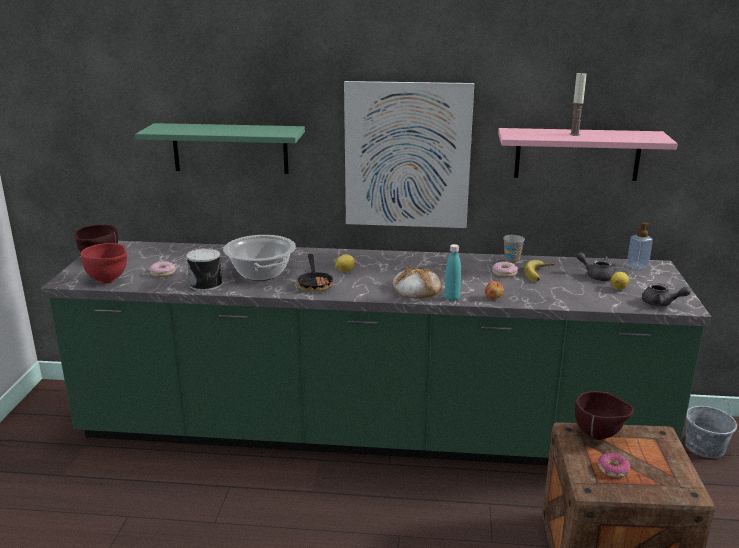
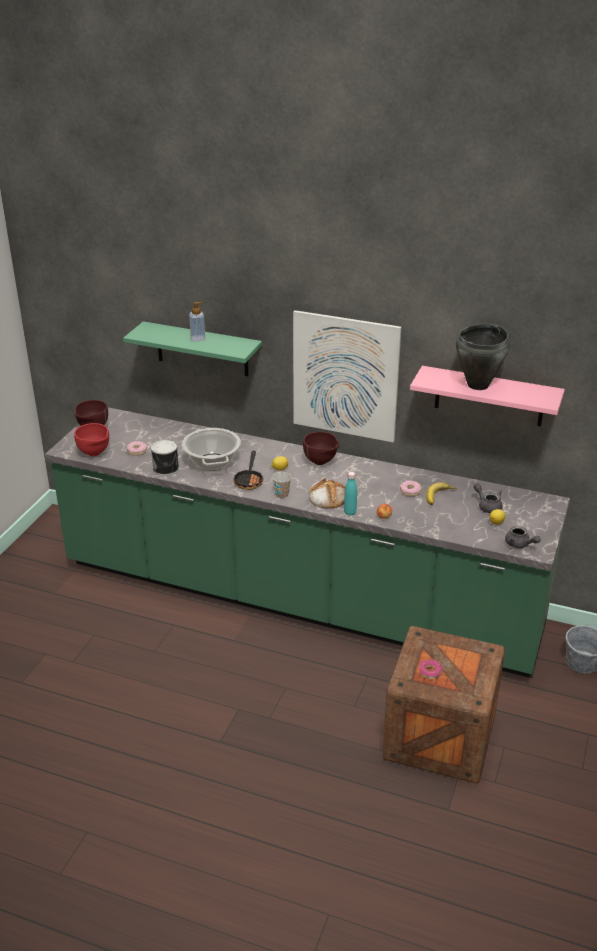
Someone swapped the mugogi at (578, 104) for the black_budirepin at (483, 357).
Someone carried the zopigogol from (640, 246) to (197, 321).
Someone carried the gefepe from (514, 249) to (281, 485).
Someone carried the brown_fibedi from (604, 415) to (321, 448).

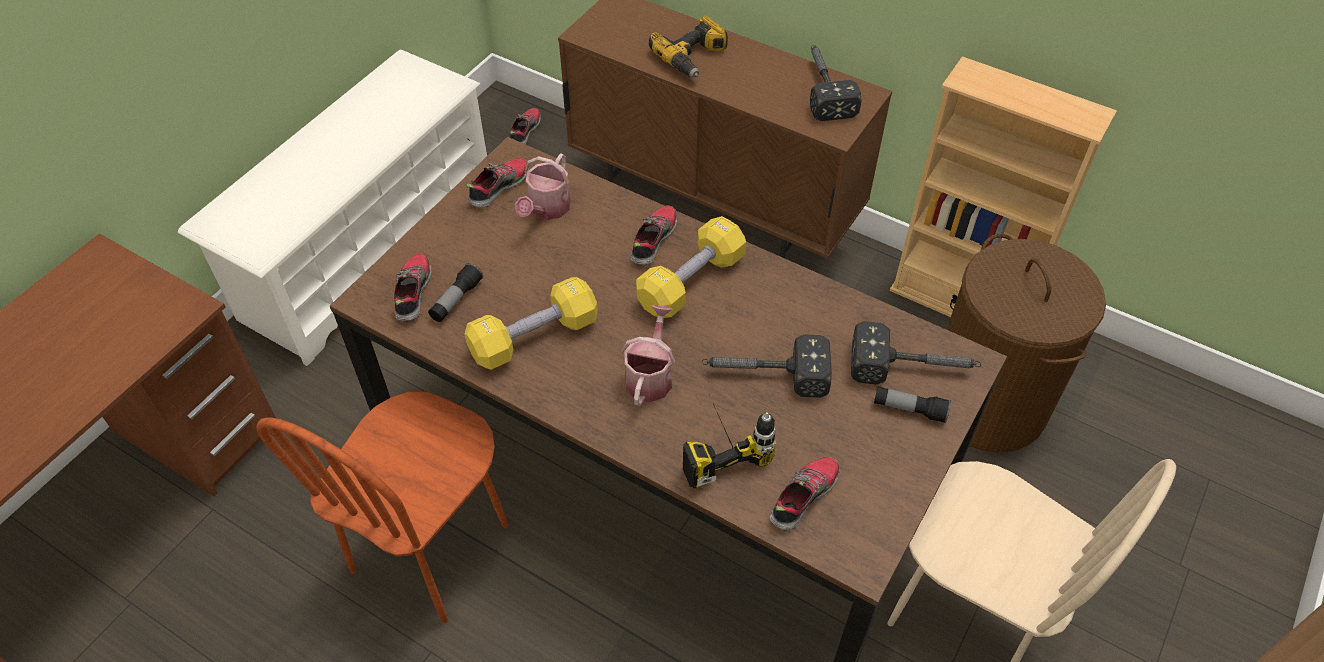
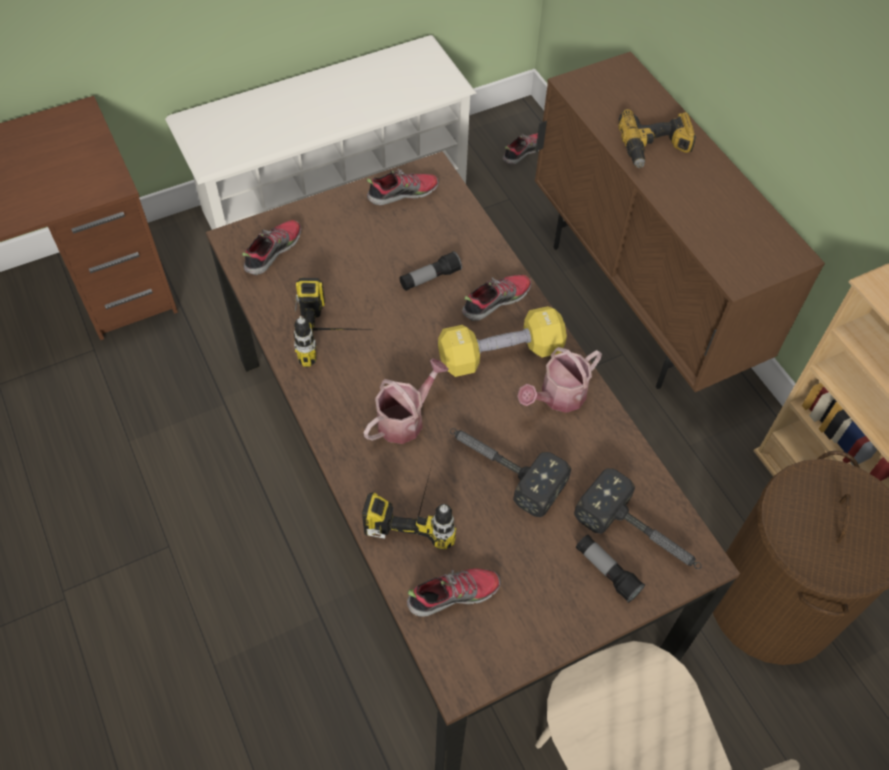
Someone took away the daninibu at (836, 83).
Someone carried the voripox from (543, 186) to (559, 380).
Someone carried the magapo from (455, 292) to (431, 271).
Someone swapped the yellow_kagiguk at (531, 323) for the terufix at (329, 323).
Someone took away the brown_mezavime at (382, 507).

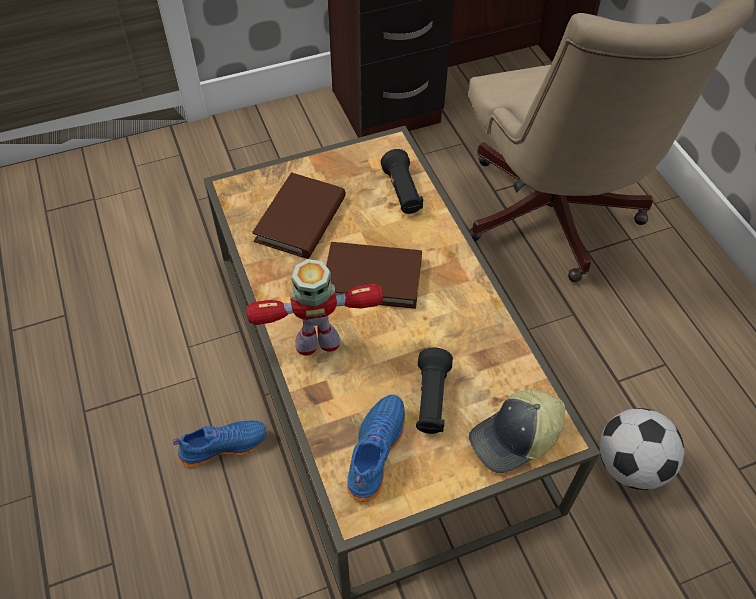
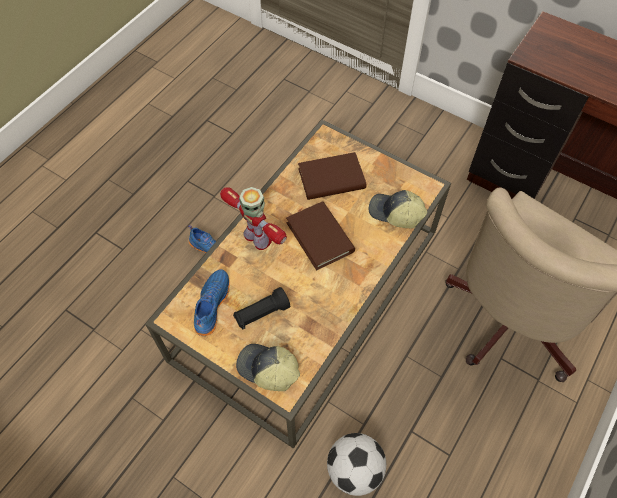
Someone swapped the black_magapo at (402, 181) for the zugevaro at (398, 209).
Someone rotated the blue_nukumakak at (376, 448) by 60 degrees counterclockwise.

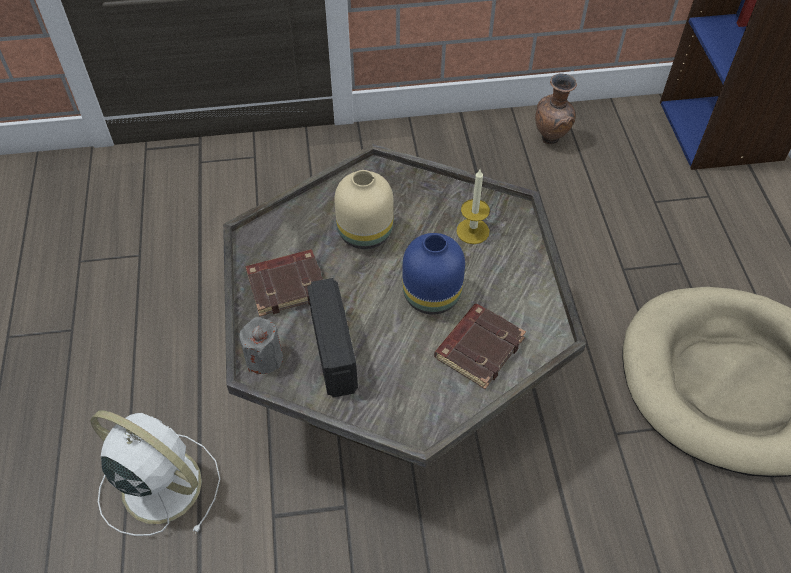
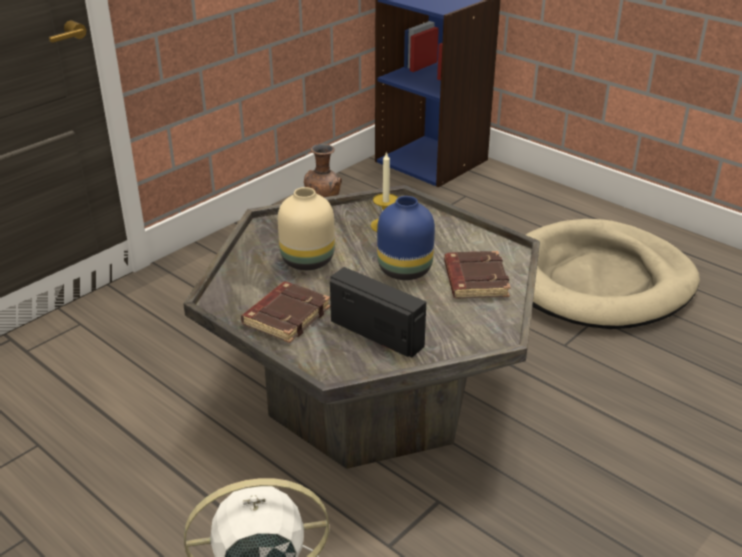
Someone took away the grey_mugogi at (261, 345).

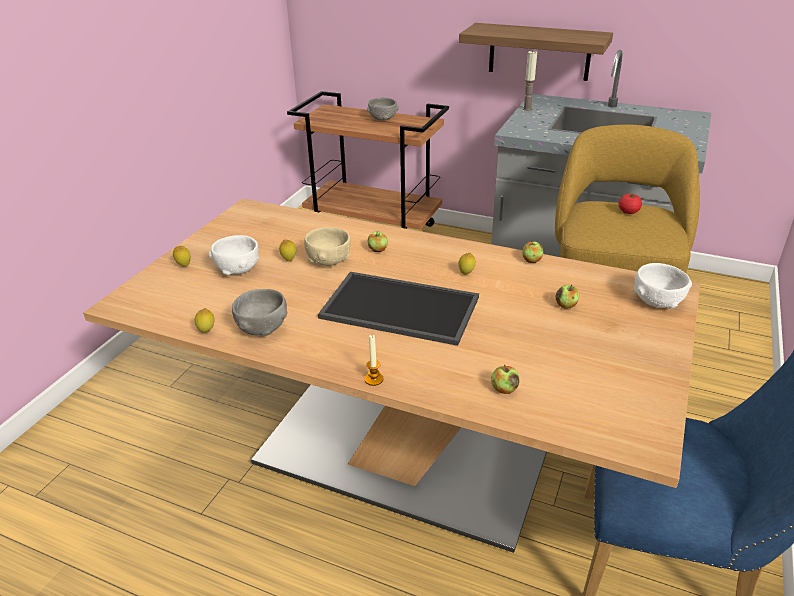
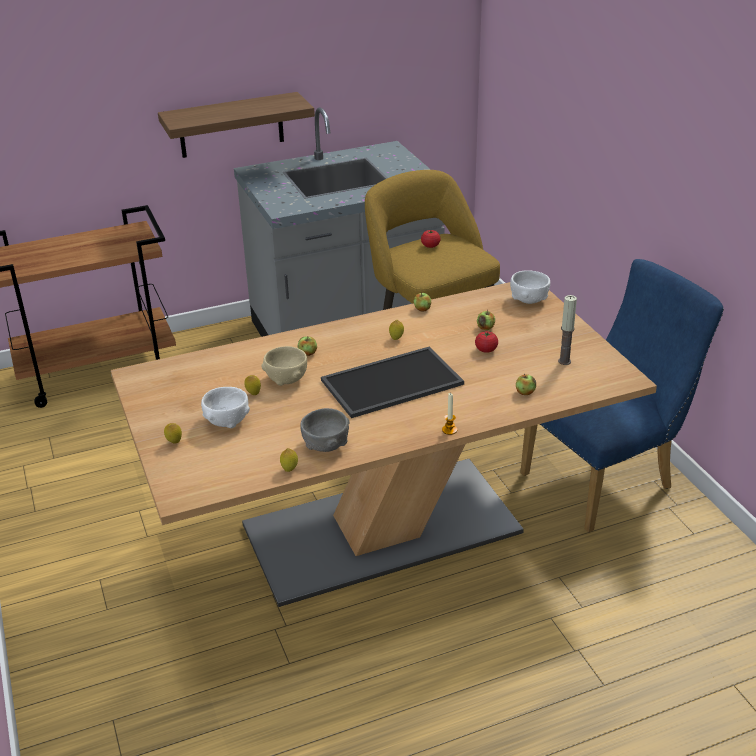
Someone carried the mugogi from (530, 81) to (567, 330).
Someone took away the grey_fibedi at (383, 109).
Someone put down the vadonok at (486, 342).

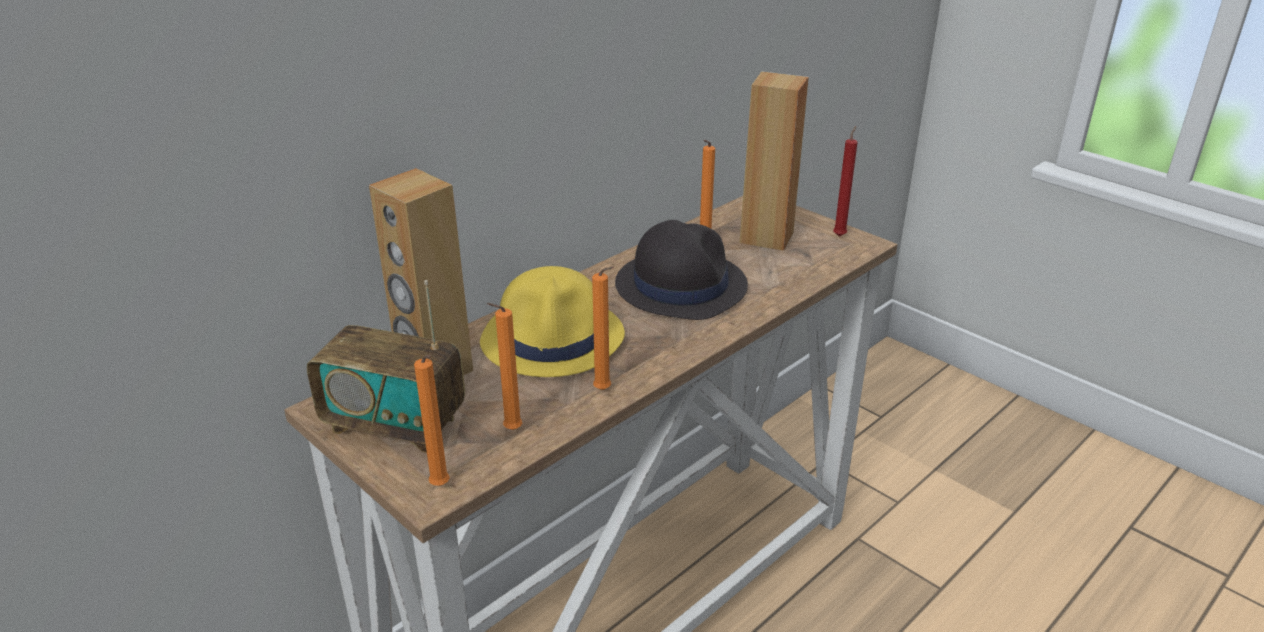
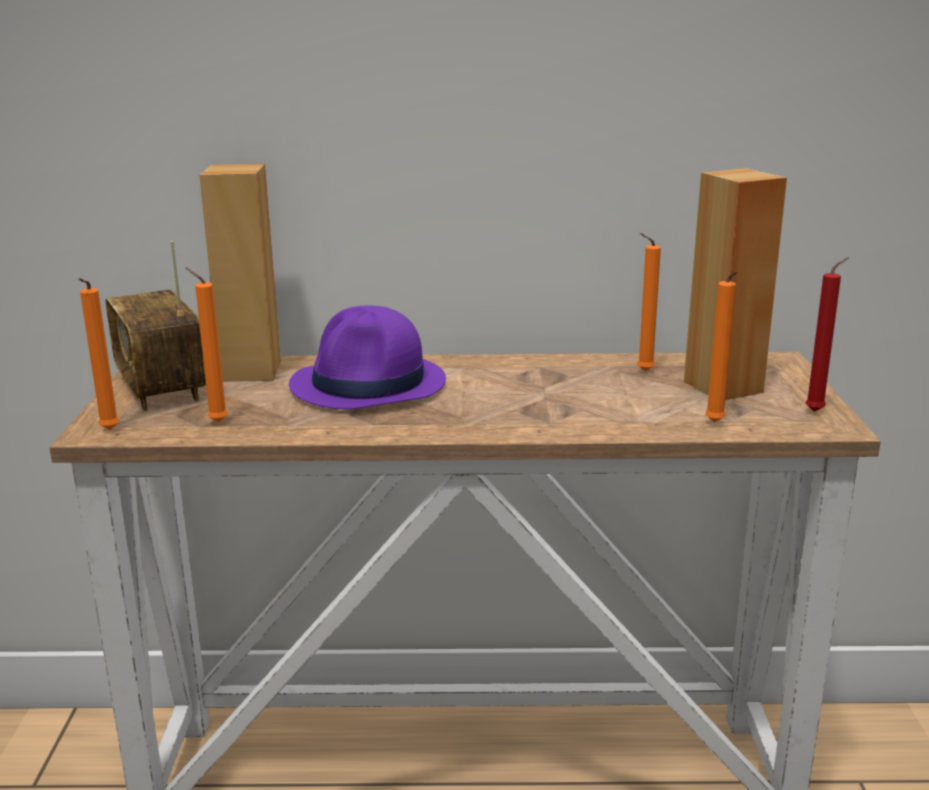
Someone took away the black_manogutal at (681, 270).
Someone repainted the yellow_manogutal at (552, 321), which became the purple_manogutal at (367, 357).
Someone carried the orange_mugogi from (603, 328) to (721, 347).

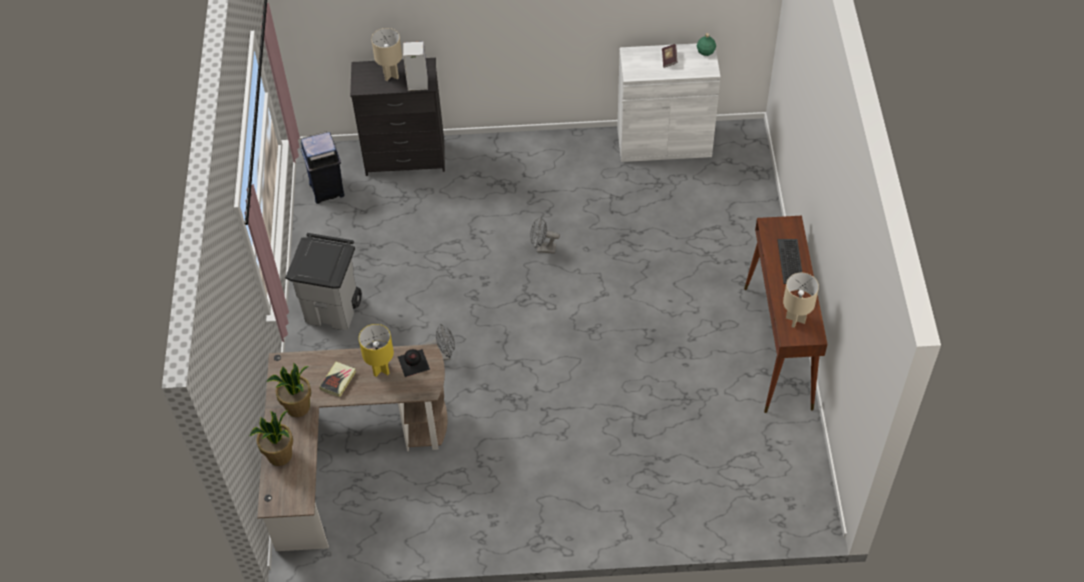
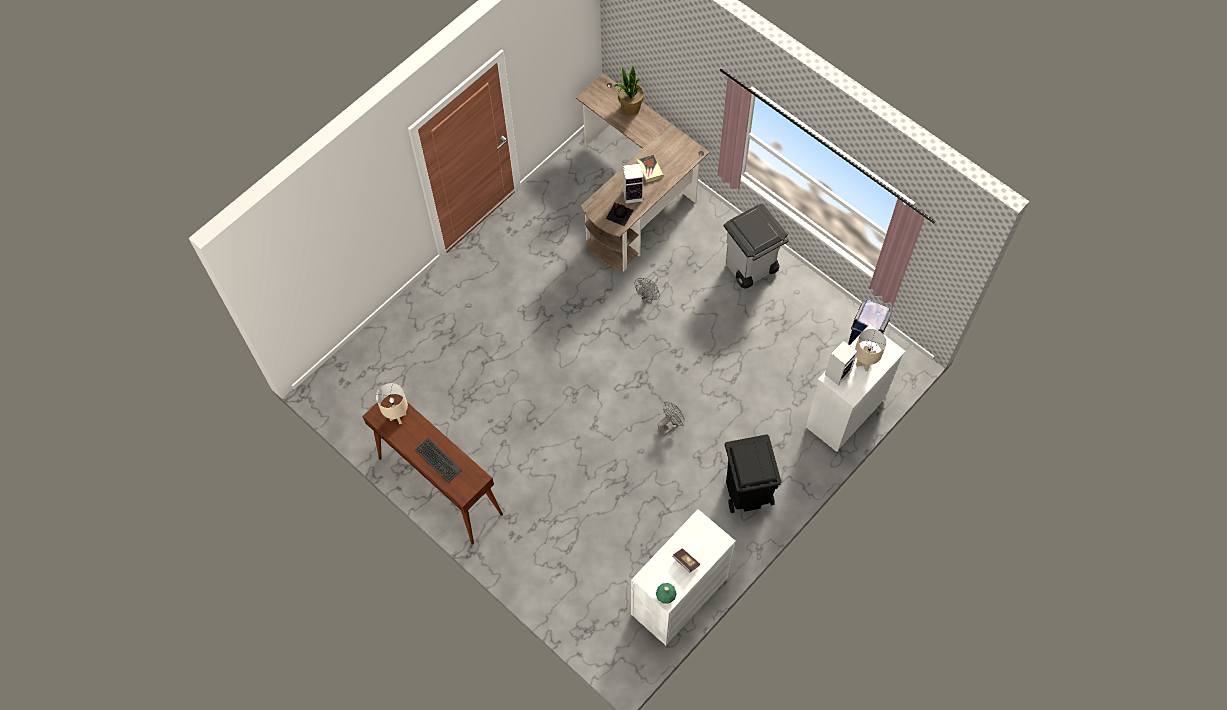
Someone repainted the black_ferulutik at (397, 117), which became the white_ferulutik at (856, 388).
Someone swapped the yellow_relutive at (376, 350) for the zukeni at (633, 183).
Someone took away the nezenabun at (288, 389).
Someone put down the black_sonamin at (753, 473).

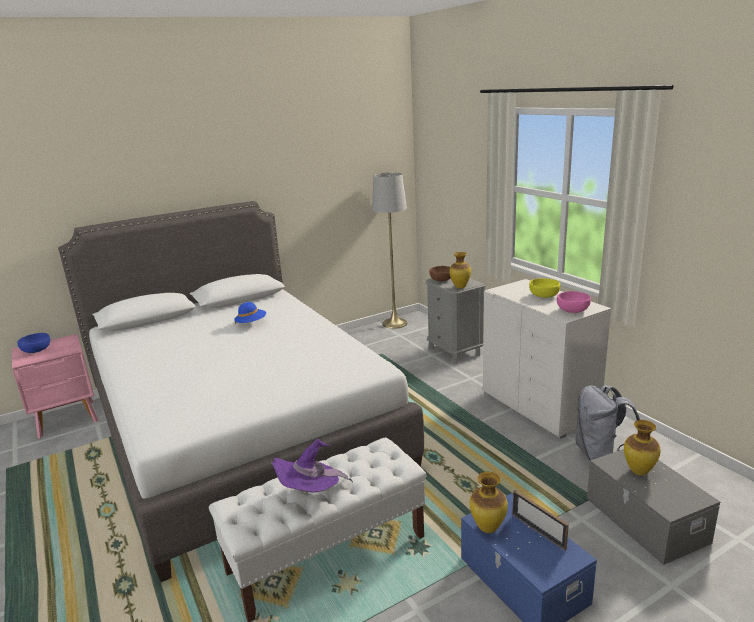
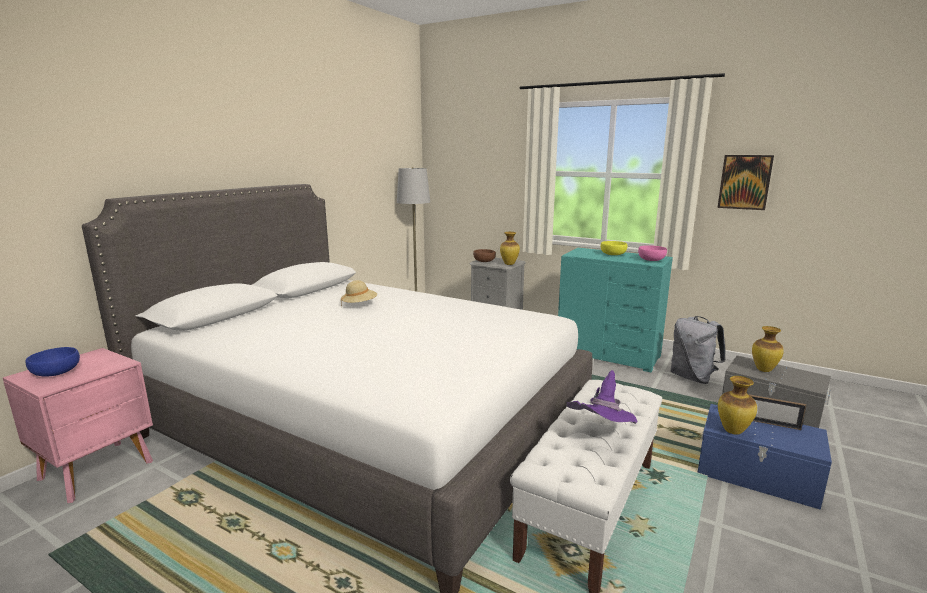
Someone repainted the white_ferulutik at (547, 359), which became the turquoise_ferulutik at (615, 310).
Someone repainted the blue_manogutal at (250, 313), which became the beige_manogutal at (359, 293).
Someone put up the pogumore at (745, 182).

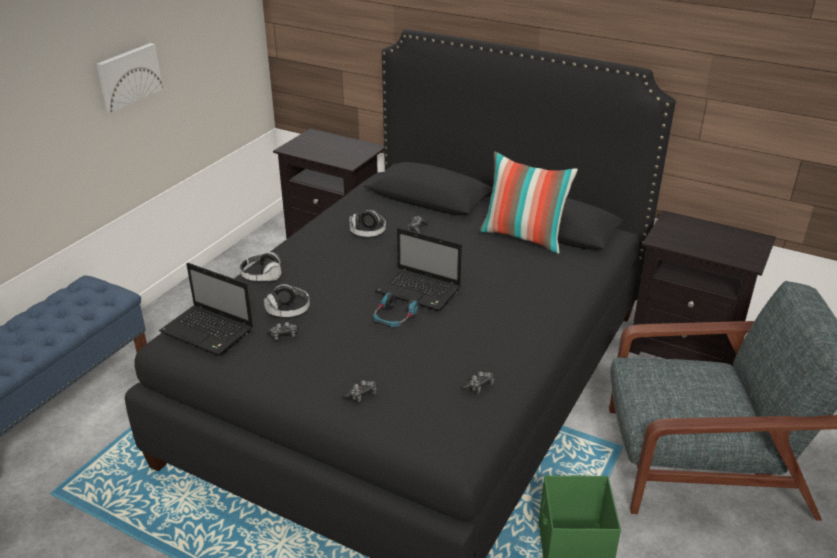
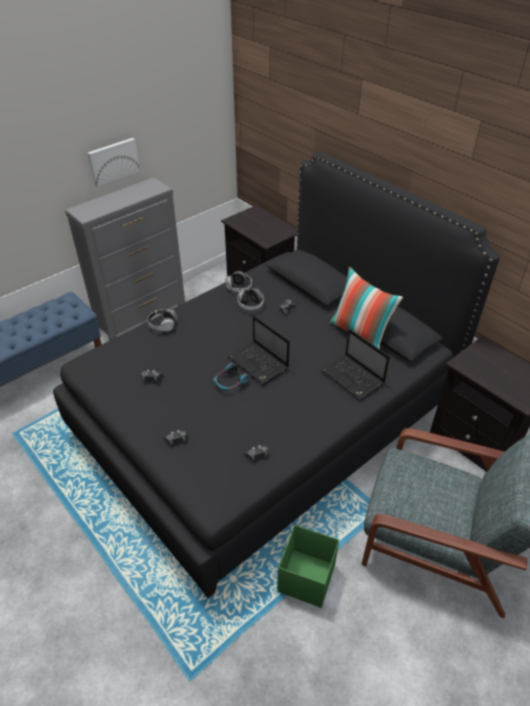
Someone carried the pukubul from (206, 309) to (355, 364).
Someone carried the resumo from (287, 300) to (238, 281).
Someone put down the grey_ferulutik at (125, 259).

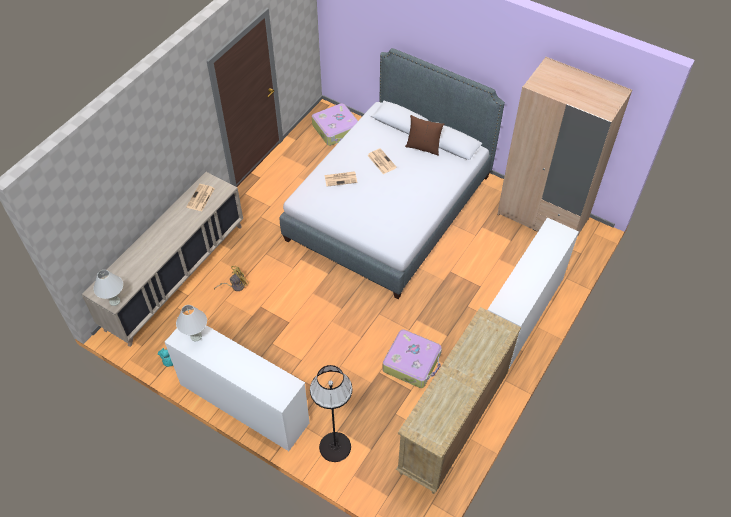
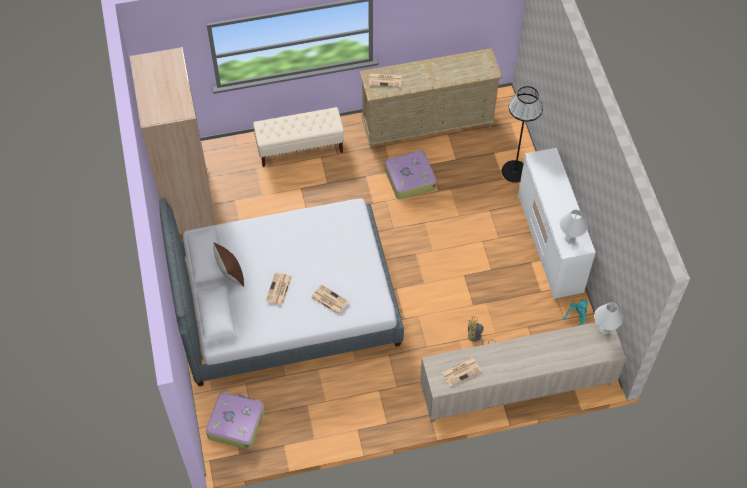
Someone swapped the white_ferulutik at (533, 292) for the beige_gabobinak at (298, 137).
Someone put down the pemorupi at (385, 81).

